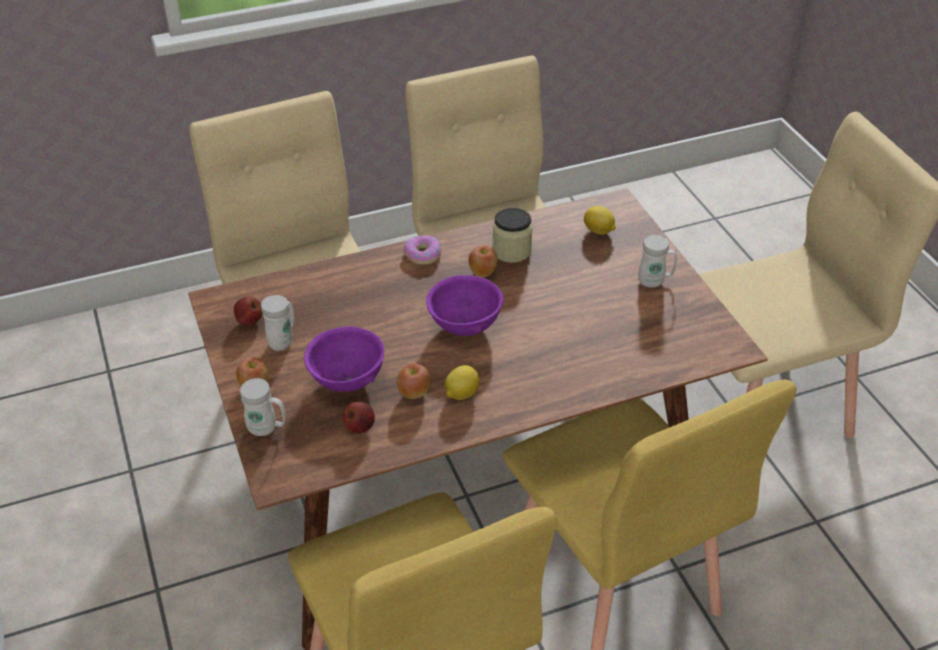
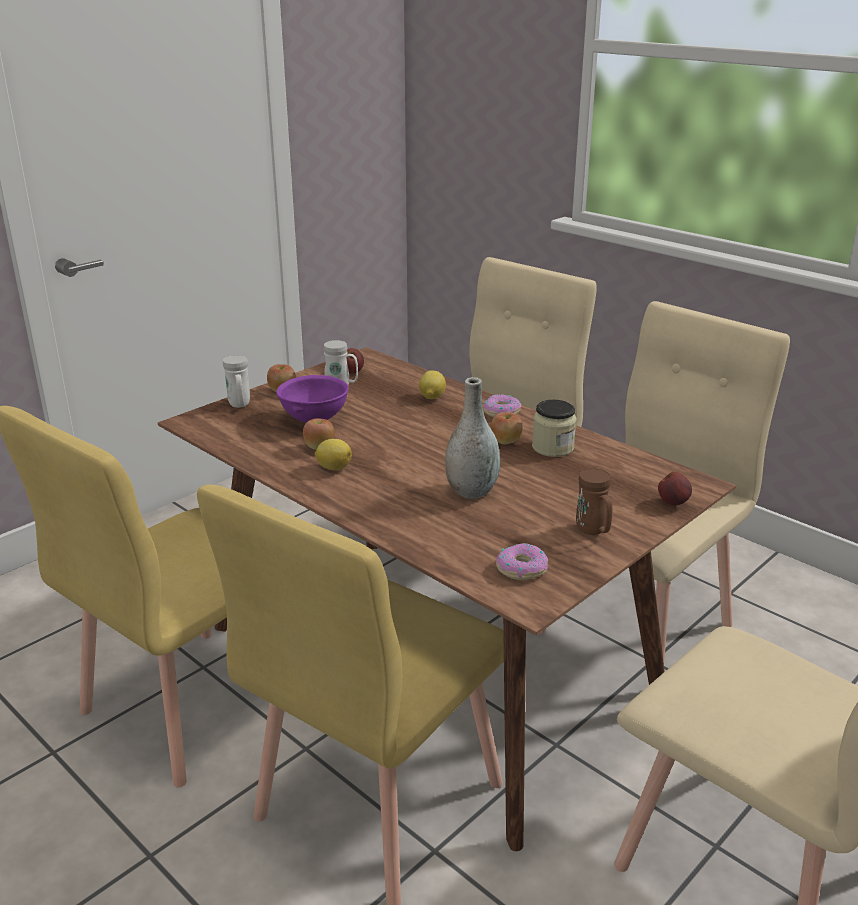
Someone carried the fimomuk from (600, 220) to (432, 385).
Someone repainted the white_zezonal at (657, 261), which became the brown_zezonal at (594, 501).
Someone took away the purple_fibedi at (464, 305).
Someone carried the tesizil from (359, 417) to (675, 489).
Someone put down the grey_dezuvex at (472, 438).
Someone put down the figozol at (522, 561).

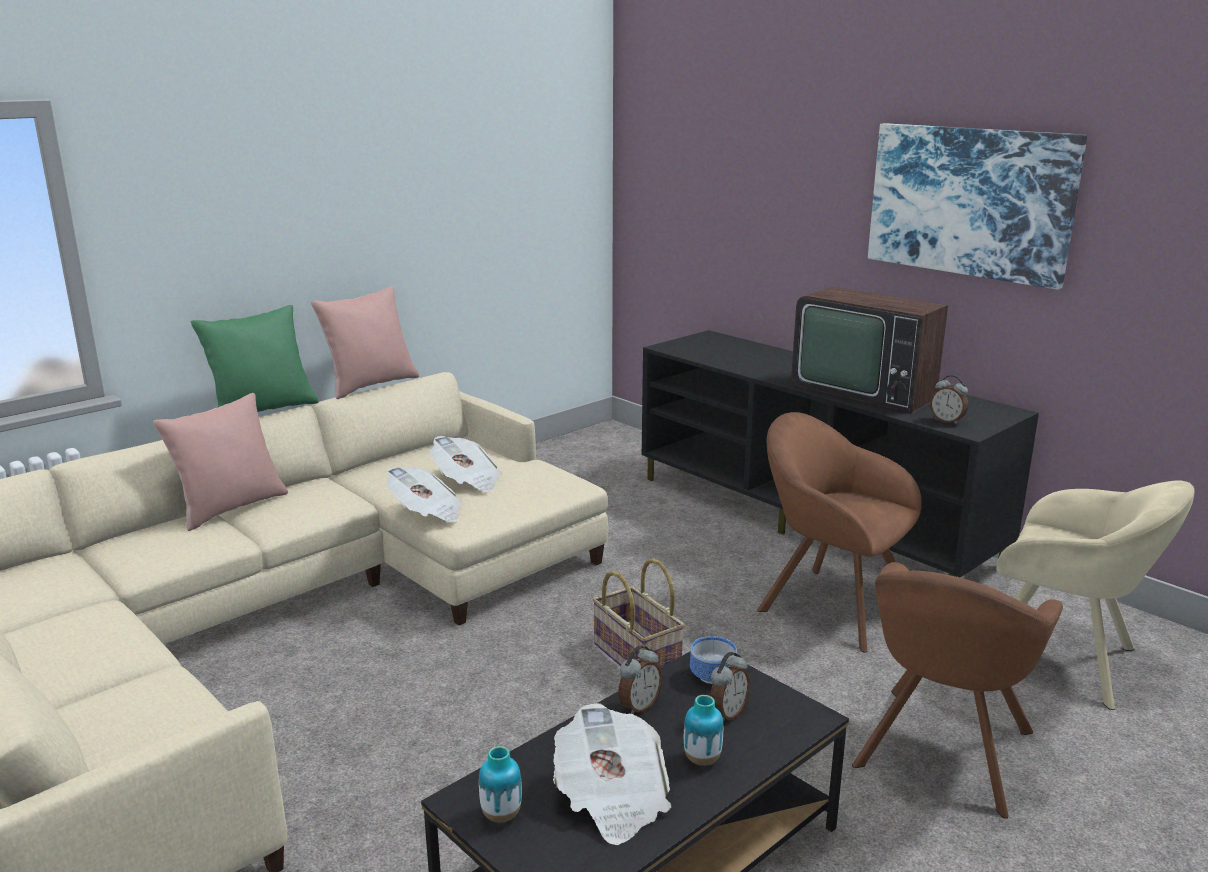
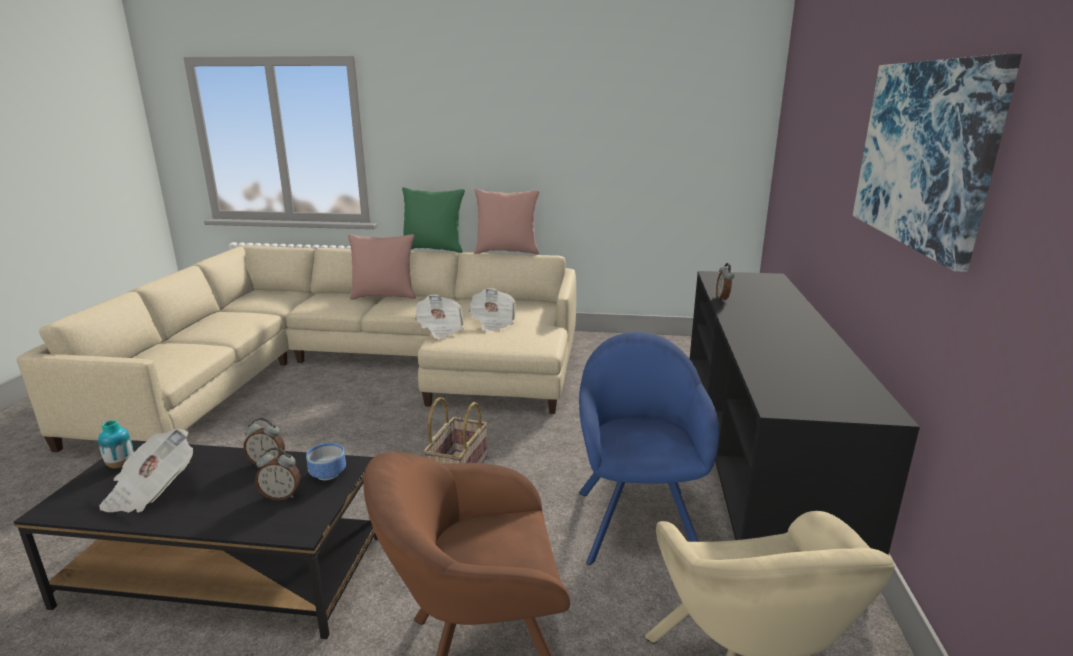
Someone took away the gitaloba at (870, 350).
Someone carried the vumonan from (949, 400) to (725, 282).
Someone repainted the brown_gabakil at (839, 532), which became the blue_gabakil at (649, 448).
Someone took away the dezuvex at (703, 730).

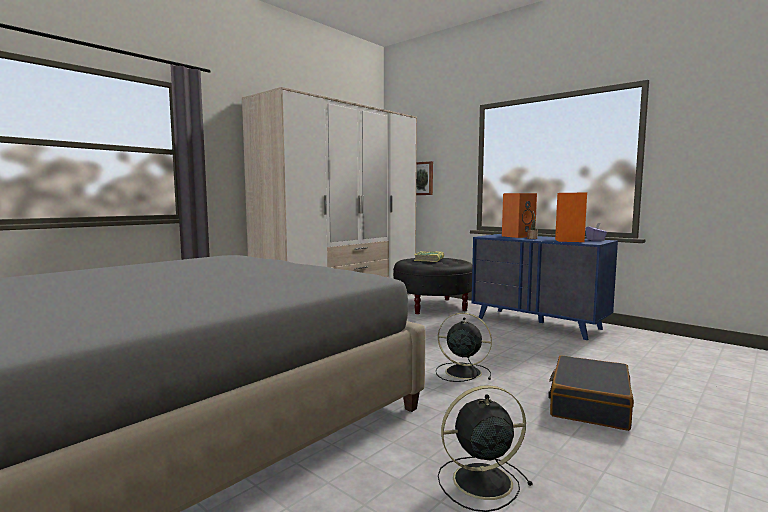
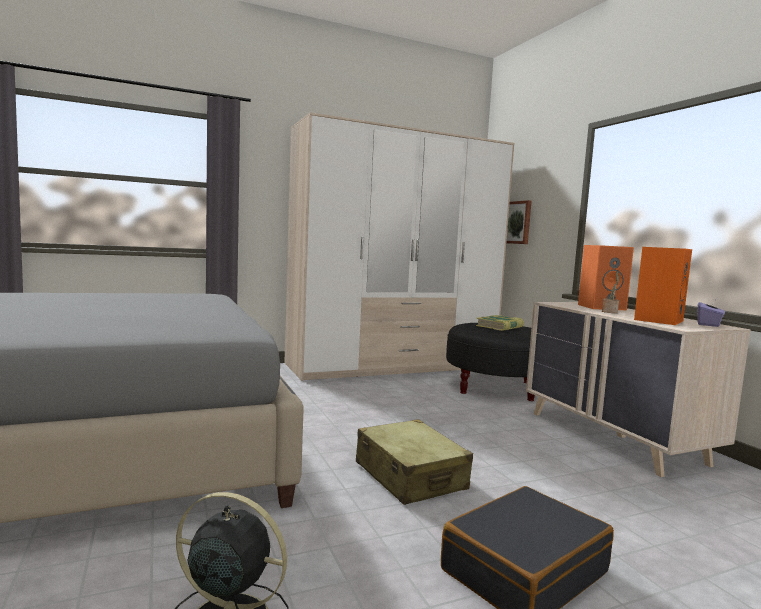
Someone repainted the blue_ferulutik at (544, 287), which became the beige_ferulutik at (638, 389).
Someone swapped the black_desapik at (464, 347) for the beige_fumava at (414, 462).

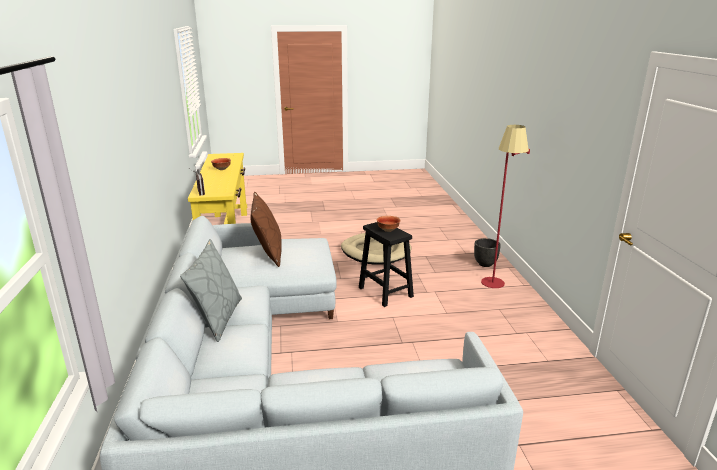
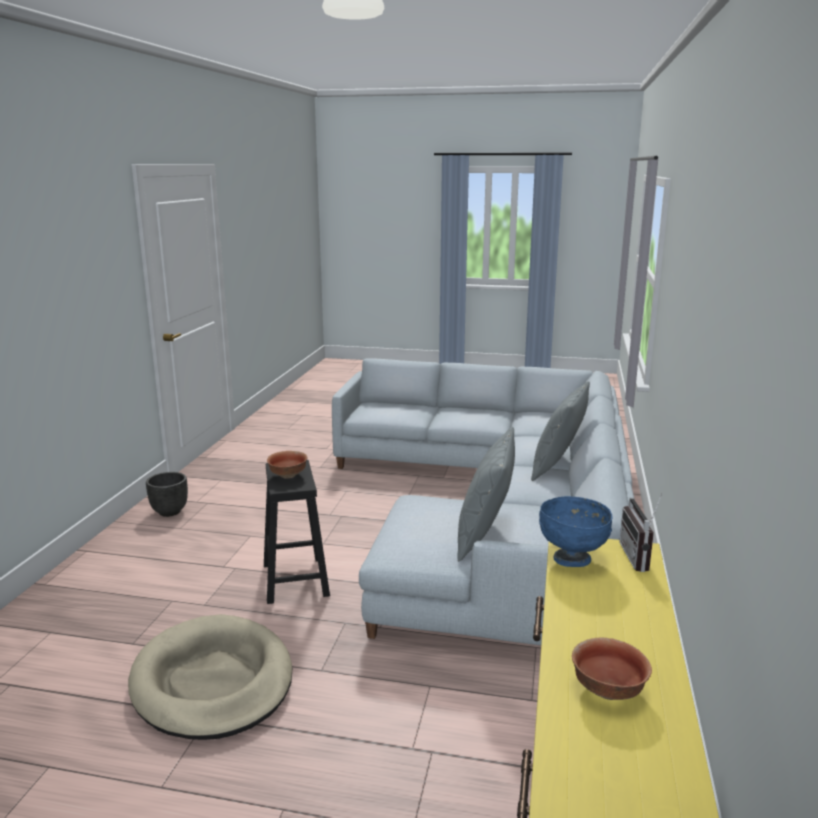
Someone took away the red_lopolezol at (505, 206).
Someone repainted the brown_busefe at (265, 229), which became the grey_busefe at (486, 494).
Someone carried the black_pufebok from (487, 252) to (167, 494).
Someone put down the blue_fibedi at (575, 531).

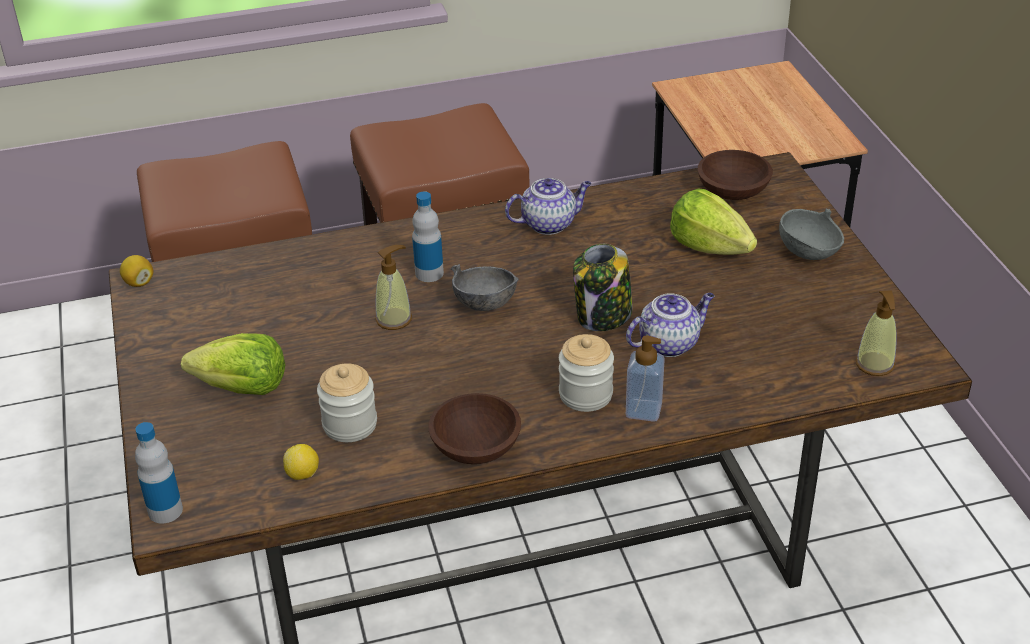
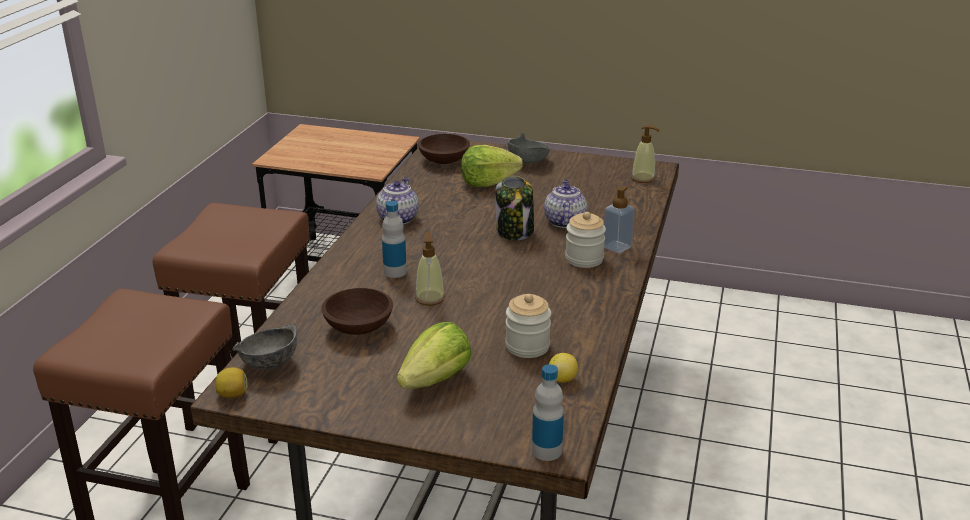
Someone carried the grey_fibedi from (485, 287) to (264, 347).
Someone carried the brown_fibedi from (474, 428) to (357, 311).

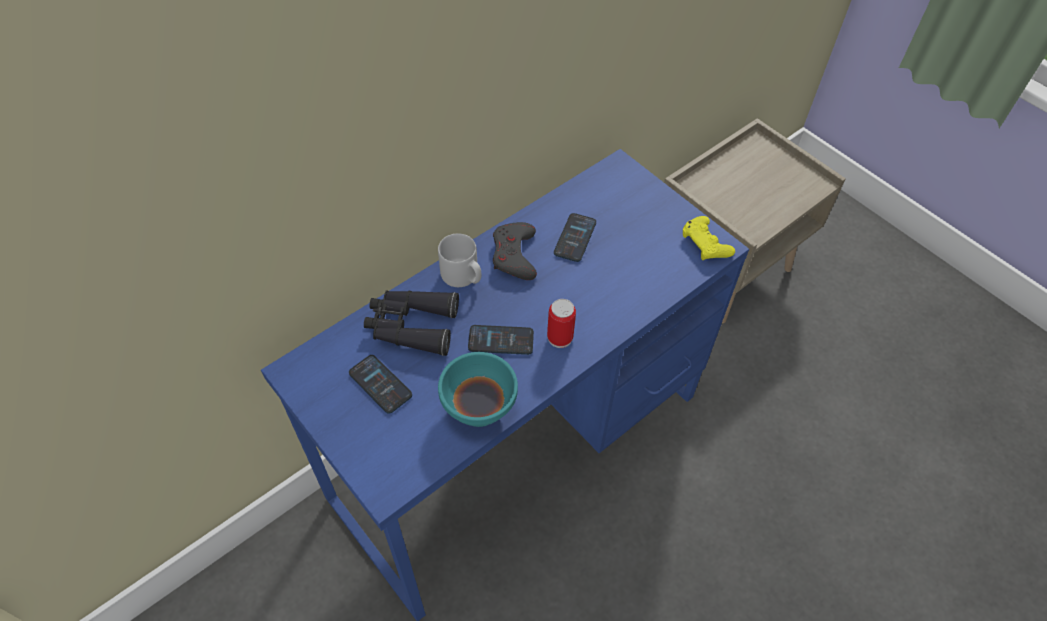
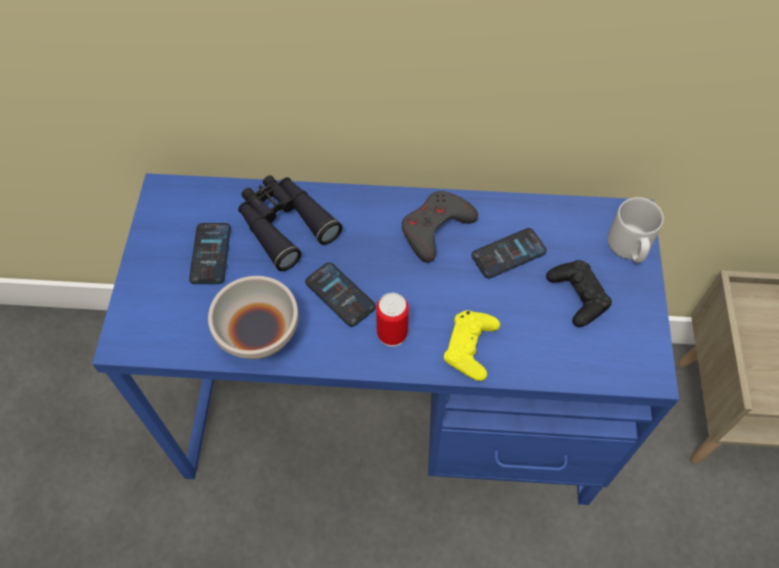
Someone carried the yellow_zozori from (709, 238) to (472, 345).
Someone carried the grey_zezonal from (459, 260) to (635, 230).
Someone repainted the turquoise_fibedi at (478, 389), which became the white_fibedi at (253, 317).
Someone put down the black_zozori at (579, 293).

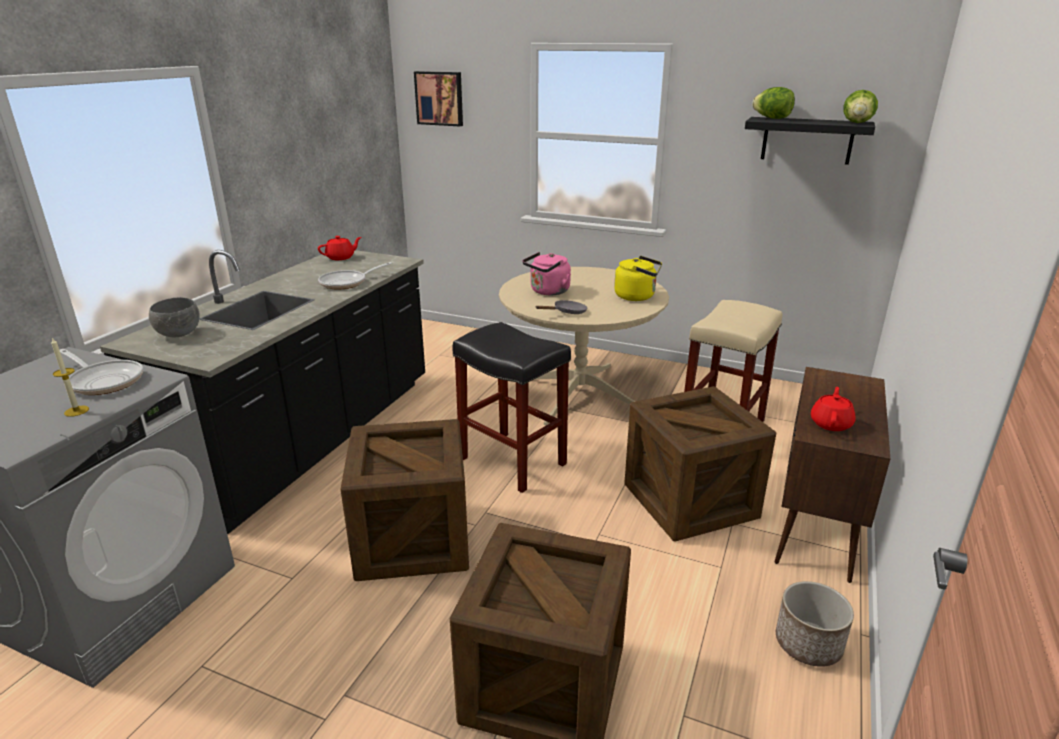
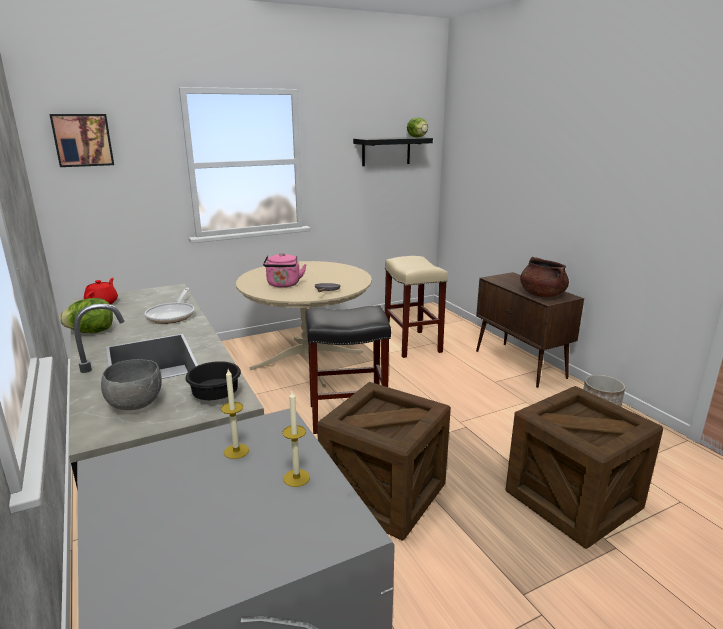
Someone carried the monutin from (773, 103) to (86, 315).
Someone took away the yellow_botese at (638, 278).
Someone swapped the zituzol at (101, 372) for the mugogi at (235, 414).
Someone took away the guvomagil at (700, 464).
Someone swapped the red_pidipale at (833, 409) for the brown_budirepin at (544, 277).
Someone put down the black_fibedi at (213, 380).

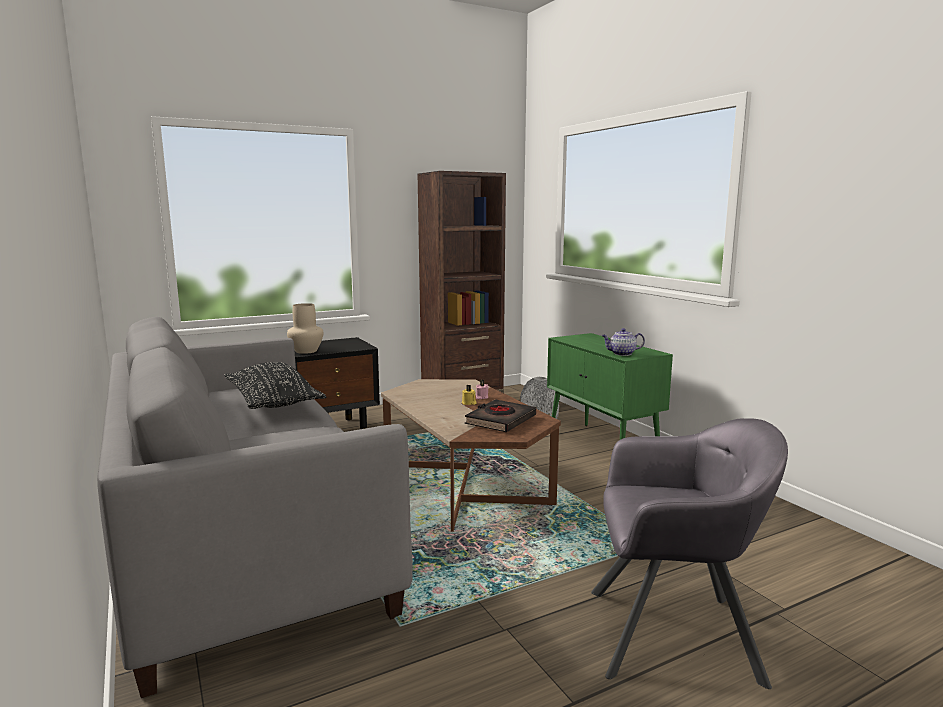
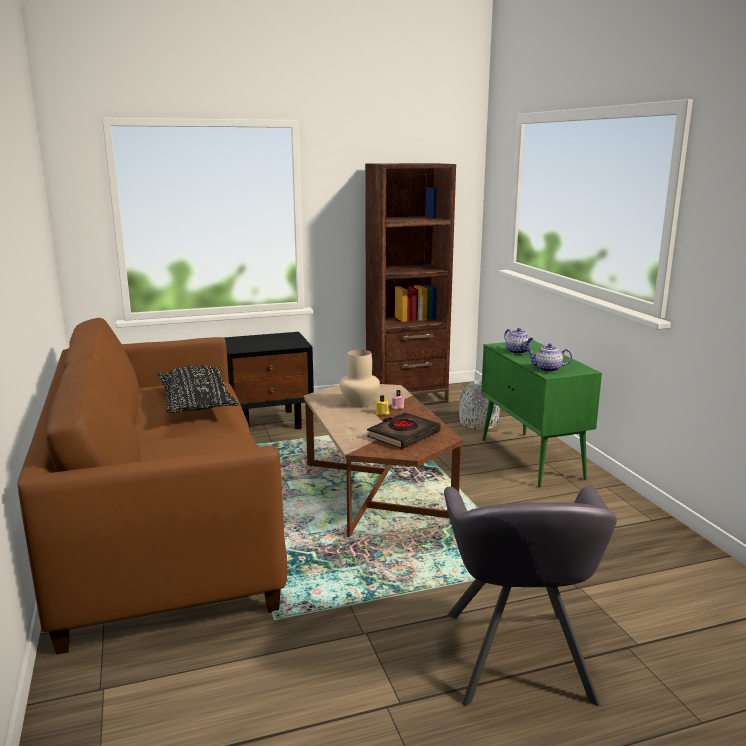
Someone carried the beige_dezuvex from (305, 328) to (360, 379).
Someone repainted the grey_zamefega at (255, 507), which became the brown_zamefega at (152, 486).
Someone rotated the grey_gabakil at (689, 553) by 75 degrees clockwise.
Someone put down the pidipale at (518, 341).

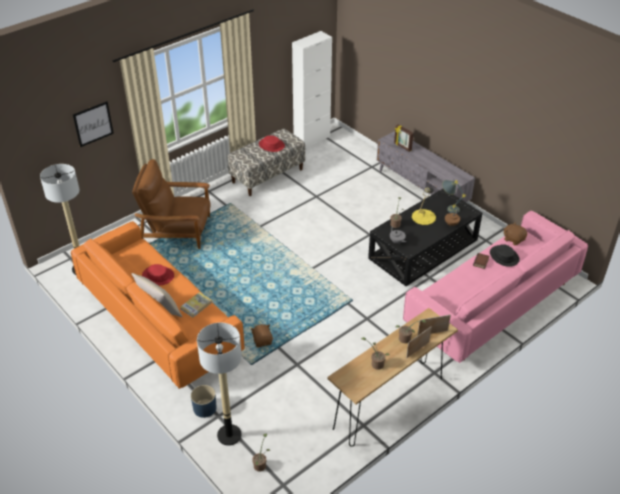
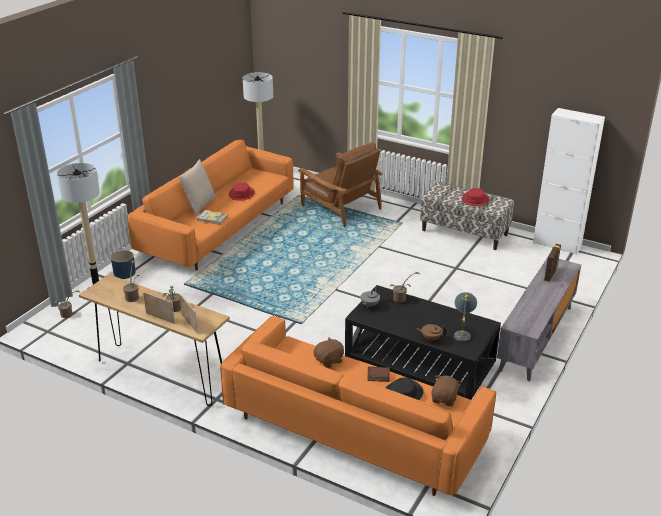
Someone took away the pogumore at (93, 124).
Someone rotated the brown_gabakil at (171, 204) by 150 degrees clockwise.
Someone took away the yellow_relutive at (424, 206).
Someone repainted the pink_zamefega at (495, 287), which became the orange_zamefega at (358, 406).
Someone carried the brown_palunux from (262, 335) to (329, 352).

